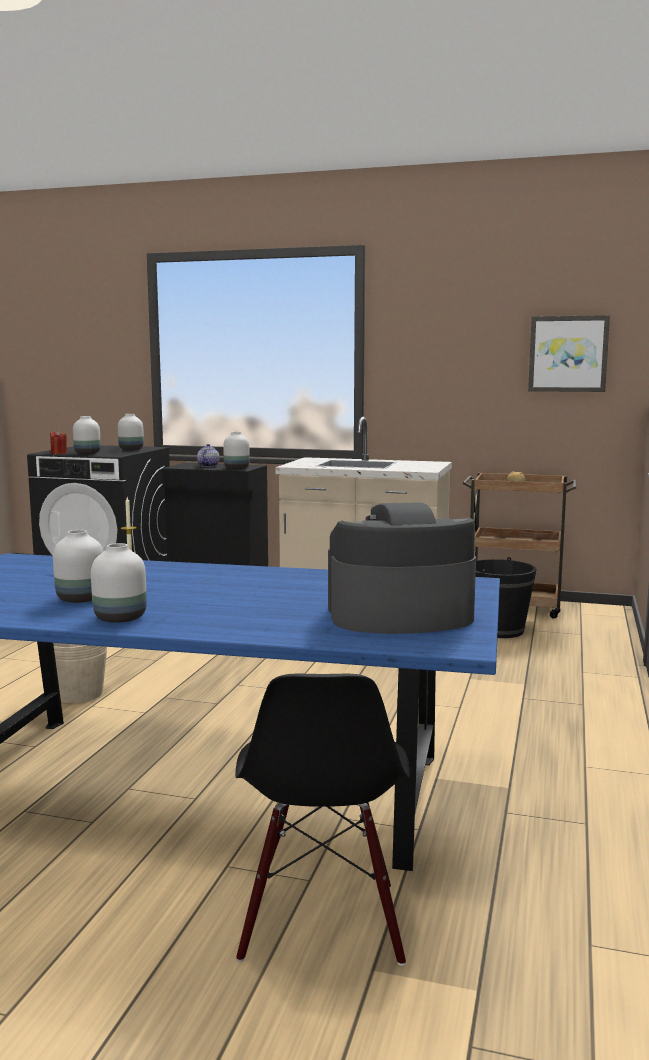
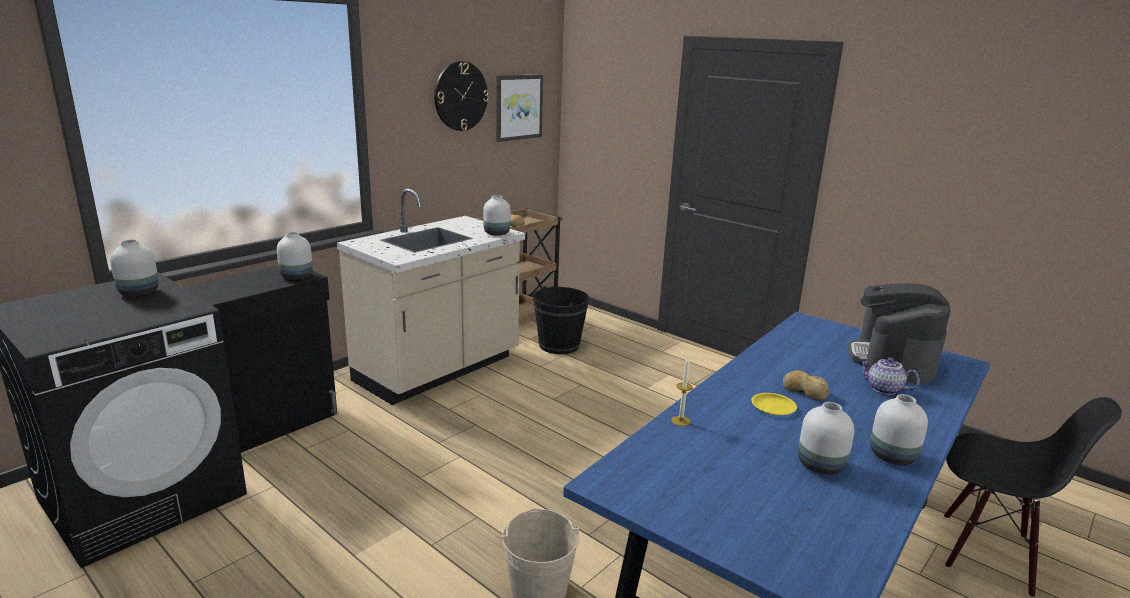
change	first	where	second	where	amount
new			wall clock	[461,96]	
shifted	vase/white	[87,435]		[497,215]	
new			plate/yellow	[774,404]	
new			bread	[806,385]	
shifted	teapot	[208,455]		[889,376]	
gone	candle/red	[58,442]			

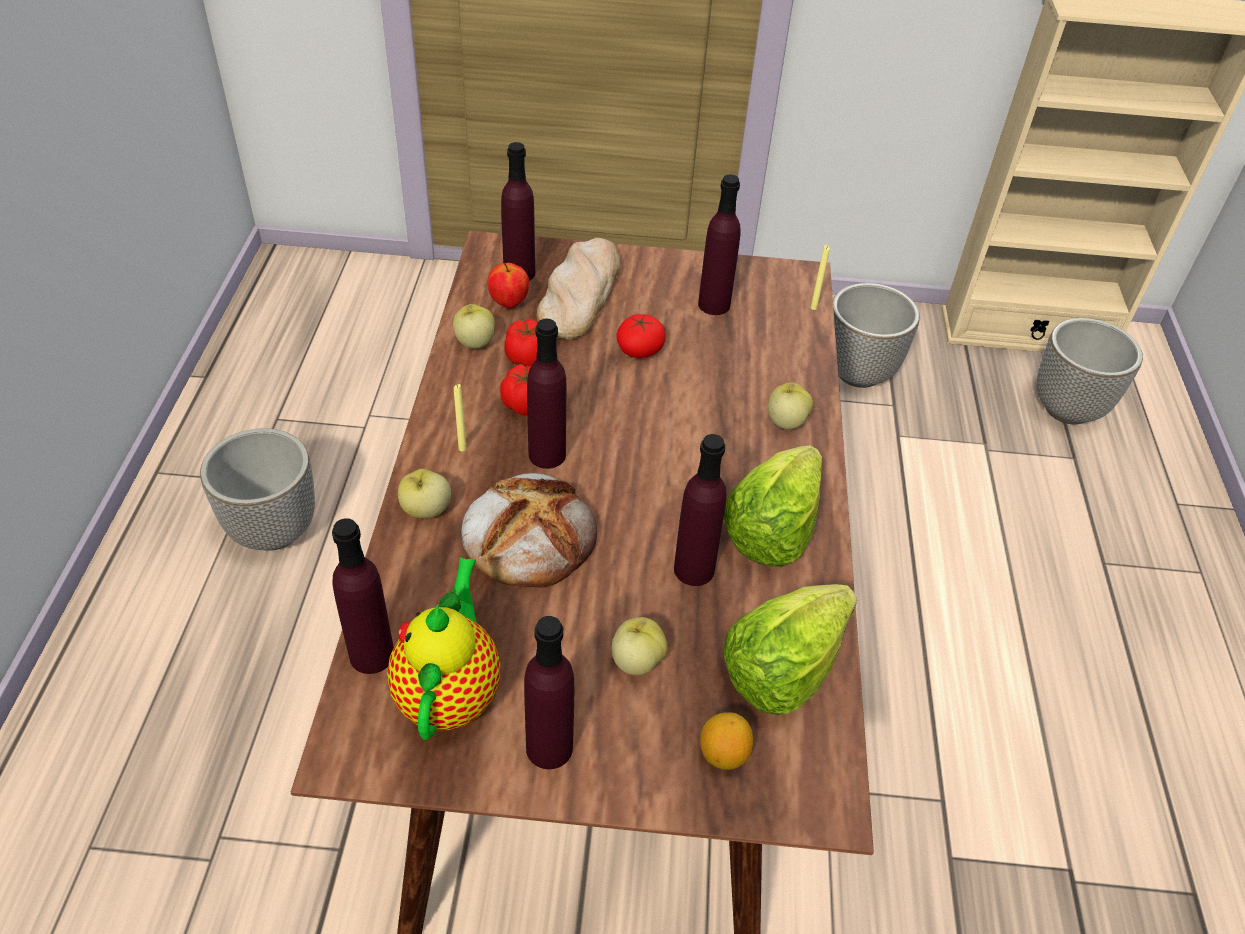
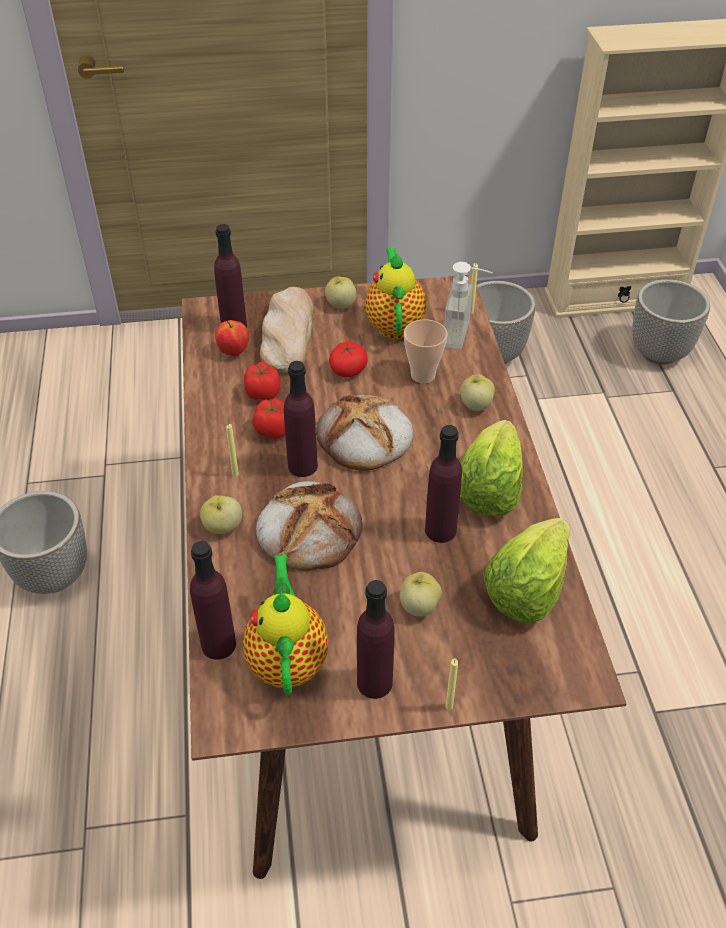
change	first	where	second	where	amount
new			bread	[364,433]	
shifted	apple	[474,326]		[341,292]	
swapped	bottle/purple	[719,245]	teapot	[395,293]	
new			cup	[425,351]	
new			soap dispenser	[468,305]	
new			candle/yellow	[451,684]	
gone	lemon	[726,741]			

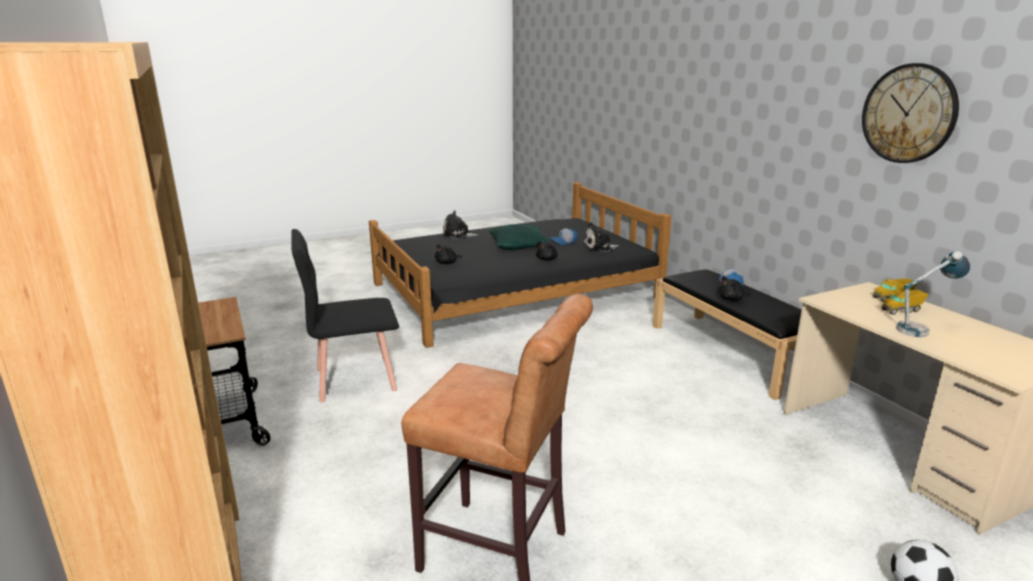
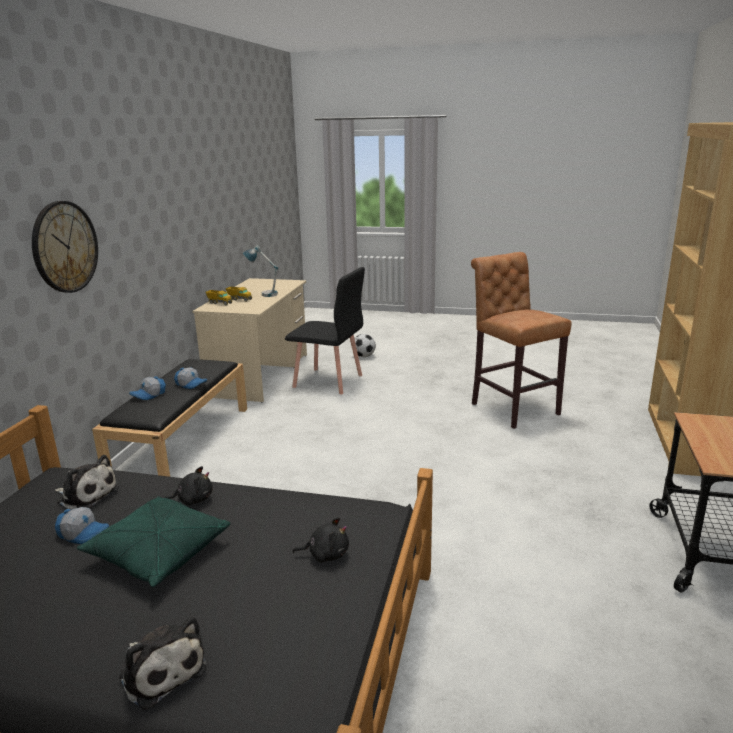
change	first	where	second	where	amount
shifted	wall clock	[910,113]		[65,247]	
swapped	plush toy/black	[734,288]	cap	[190,378]	
shifted	chair/black	[345,316]		[325,331]	

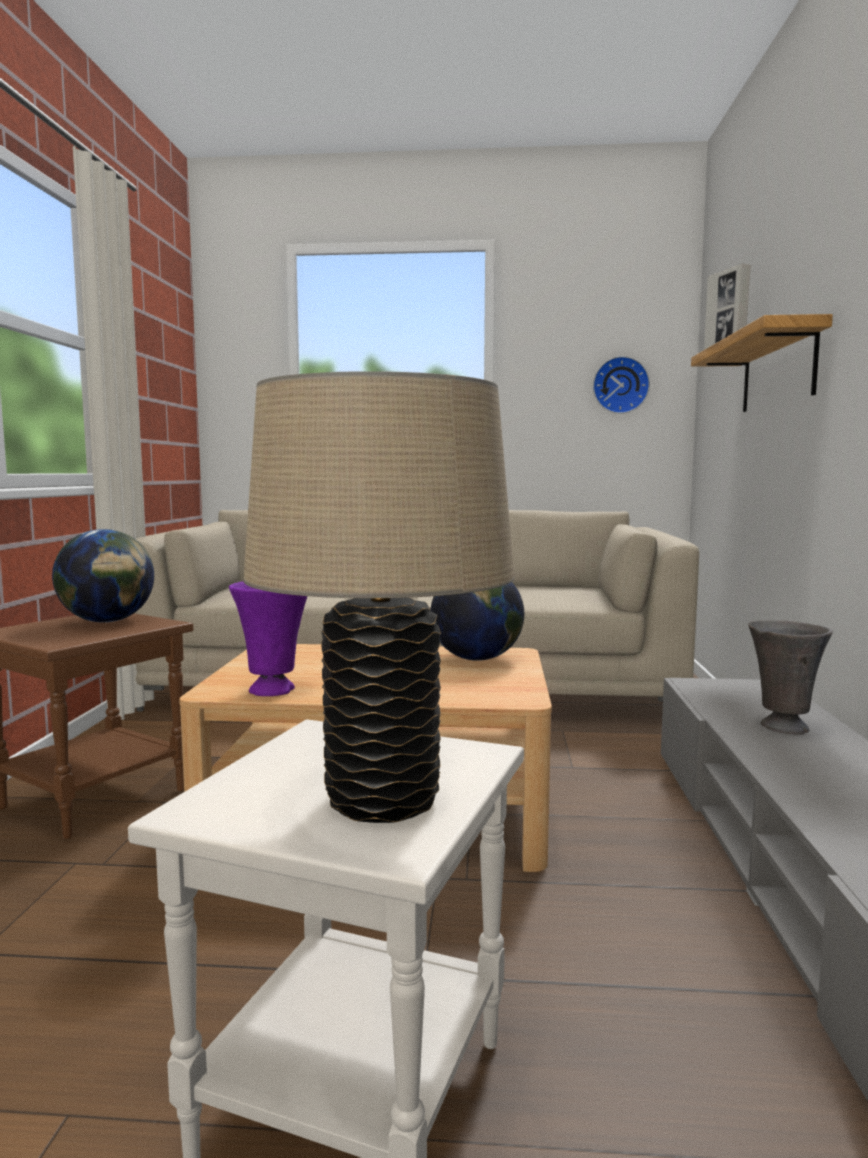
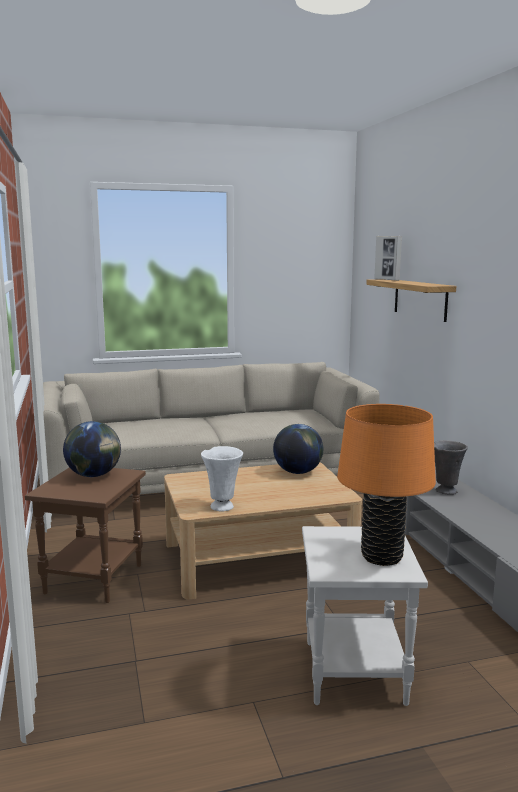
change	first	where	second	where	amount
repainted	vase/purple	[268,638]	vase/white	[222,478]	
repainted	table lamp/beige	[378,597]	table lamp/orange	[386,485]	
gone	wall clock	[621,385]			

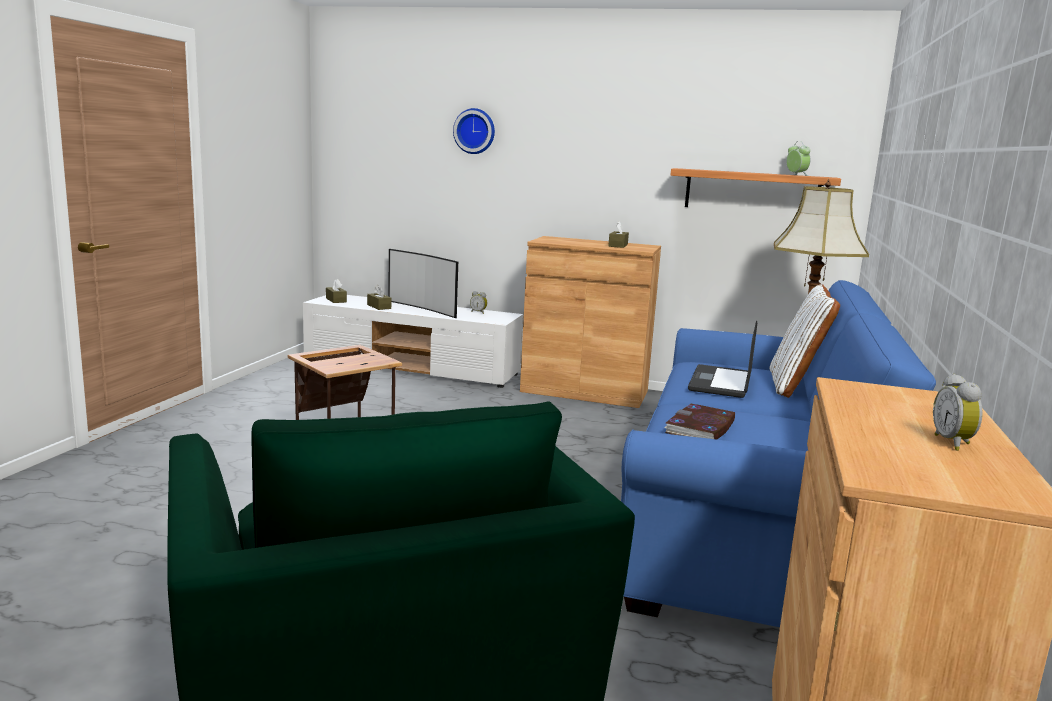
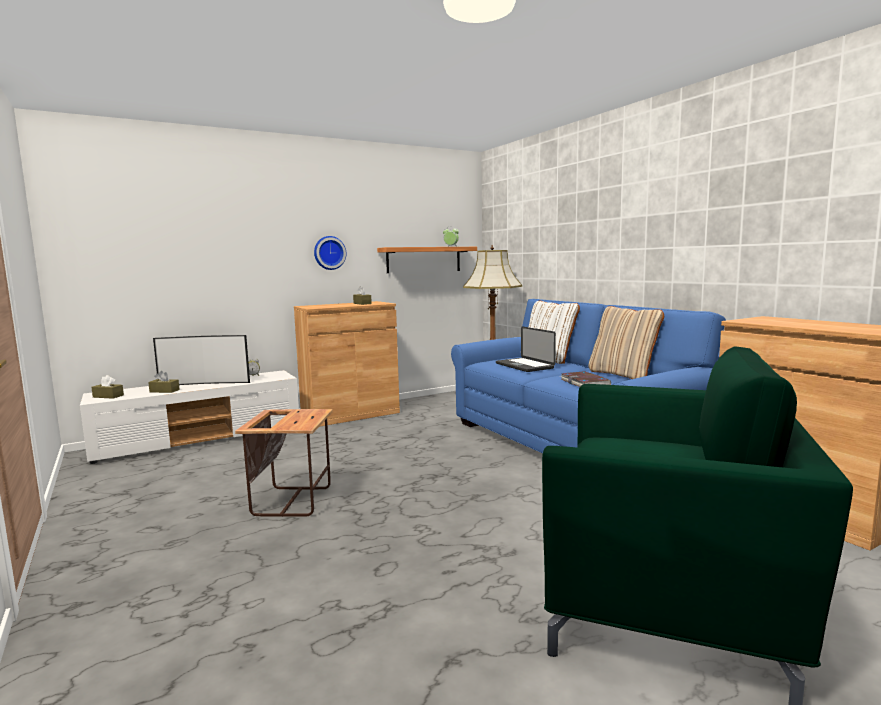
change	first	where	second	where	amount
shifted	wall clock	[474,131]		[330,253]	
new			pillow/beige	[626,342]	
gone	alarm clock	[957,412]			

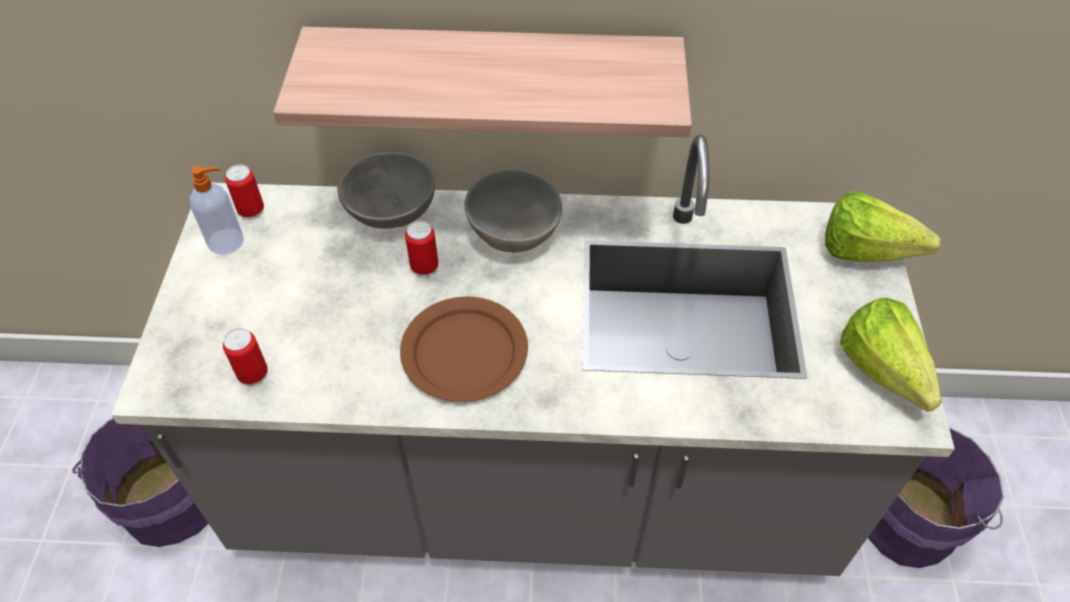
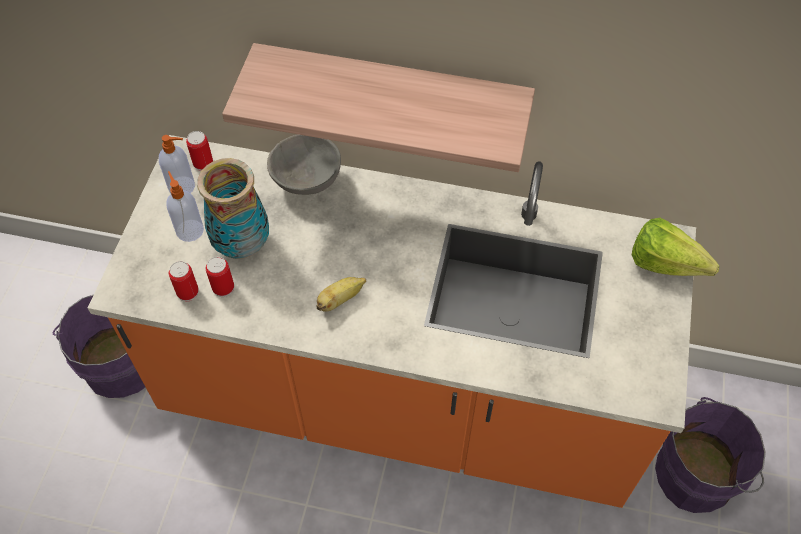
change	first	where	second	where	amount
repainted	counter/grey	[533,355]	counter/orange	[392,321]	
new			soap dispenser	[185,206]	
new			vase	[233,208]	
shifted	can	[421,249]		[220,277]	
swapped	plate/brown	[464,349]	banana	[341,294]	
gone	bowl/grey	[513,211]			
gone	lettuce	[891,355]			

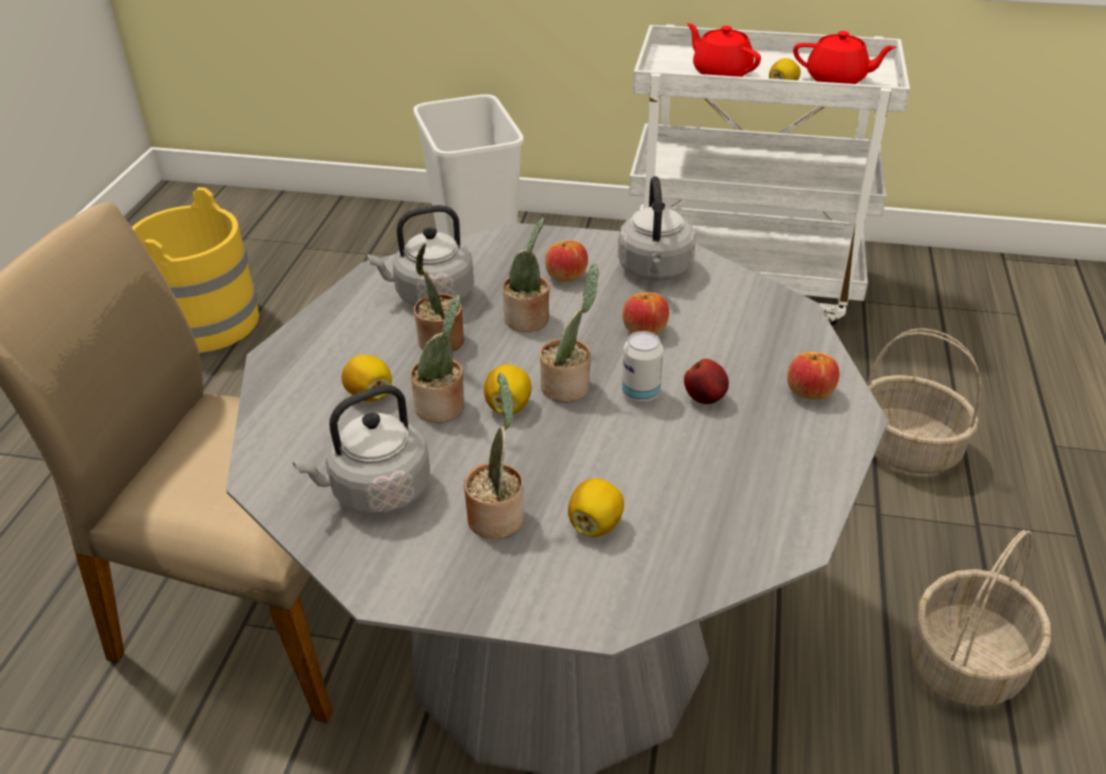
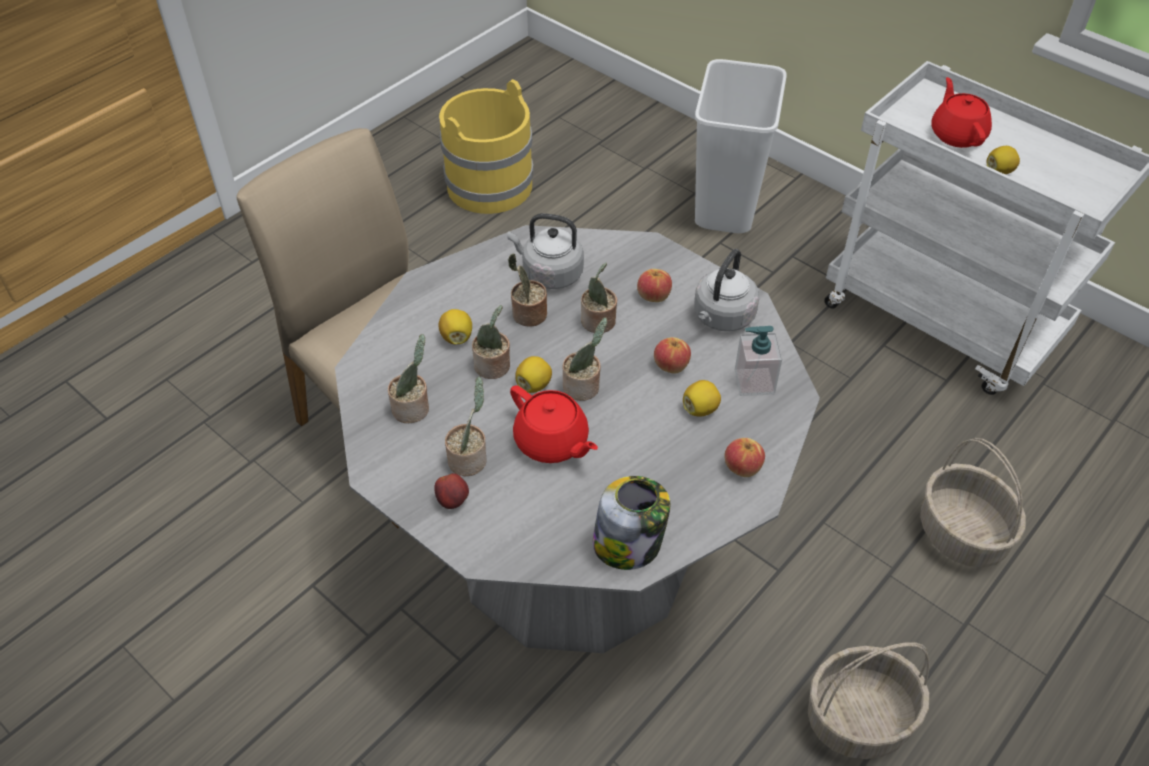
change	first	where	second	where	amount
swapped	kettle/grey	[361,449]	potted plant	[408,378]	
shifted	apple	[706,381]		[451,491]	
shifted	teapot/red	[844,57]		[554,424]	
new			jar	[631,523]	
shifted	lemon	[596,508]		[702,398]	
new			soap dispenser	[758,361]	
gone	can	[642,366]			

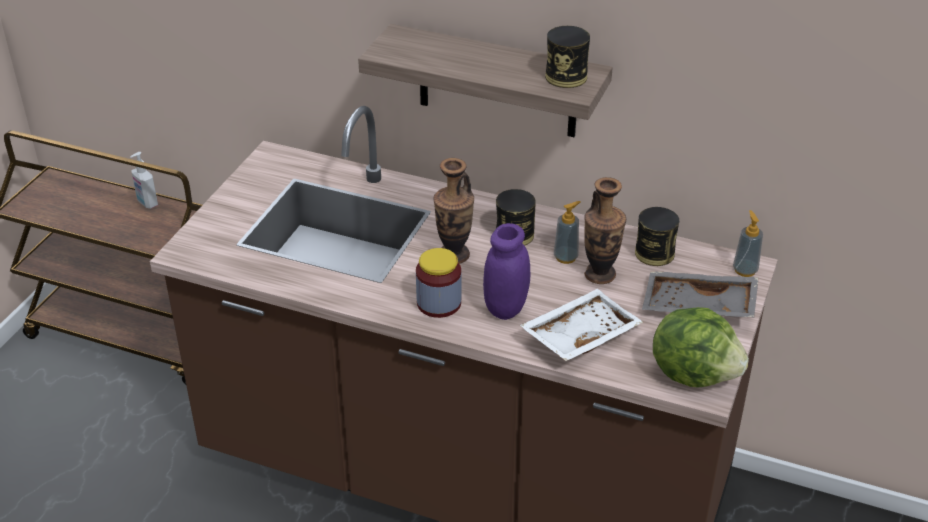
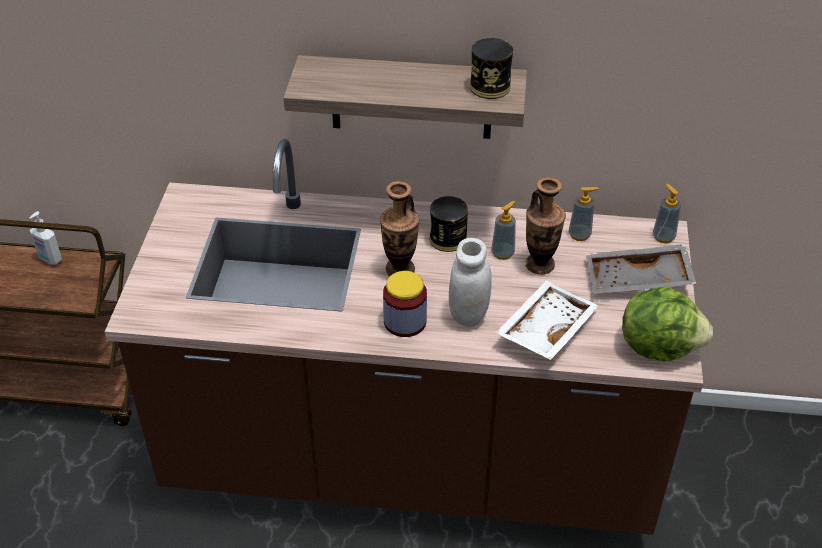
change	first	where	second	where	amount
repainted	jar/purple	[506,271]	jar/white	[470,282]	
swapped	can	[657,236]	soap dispenser	[584,214]	

